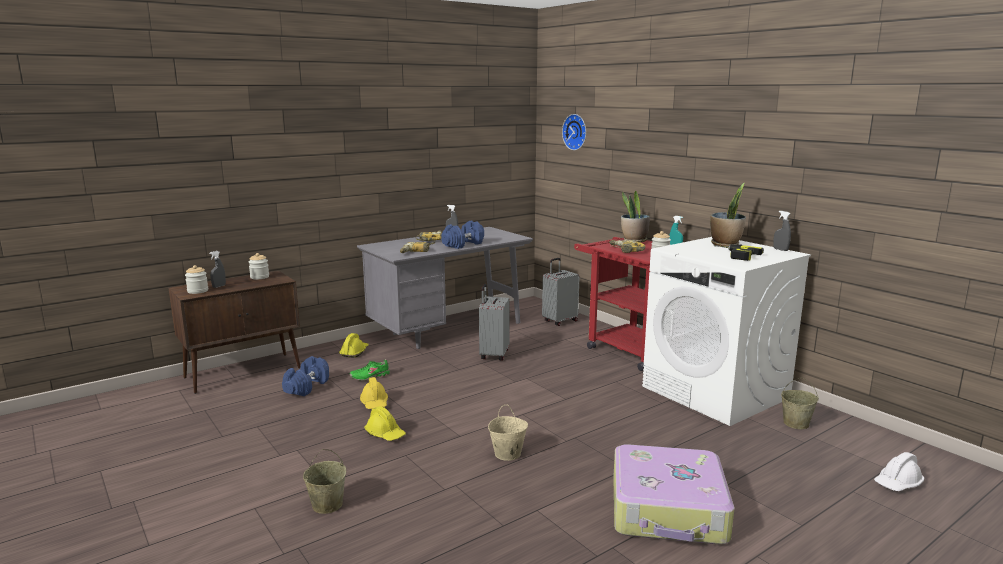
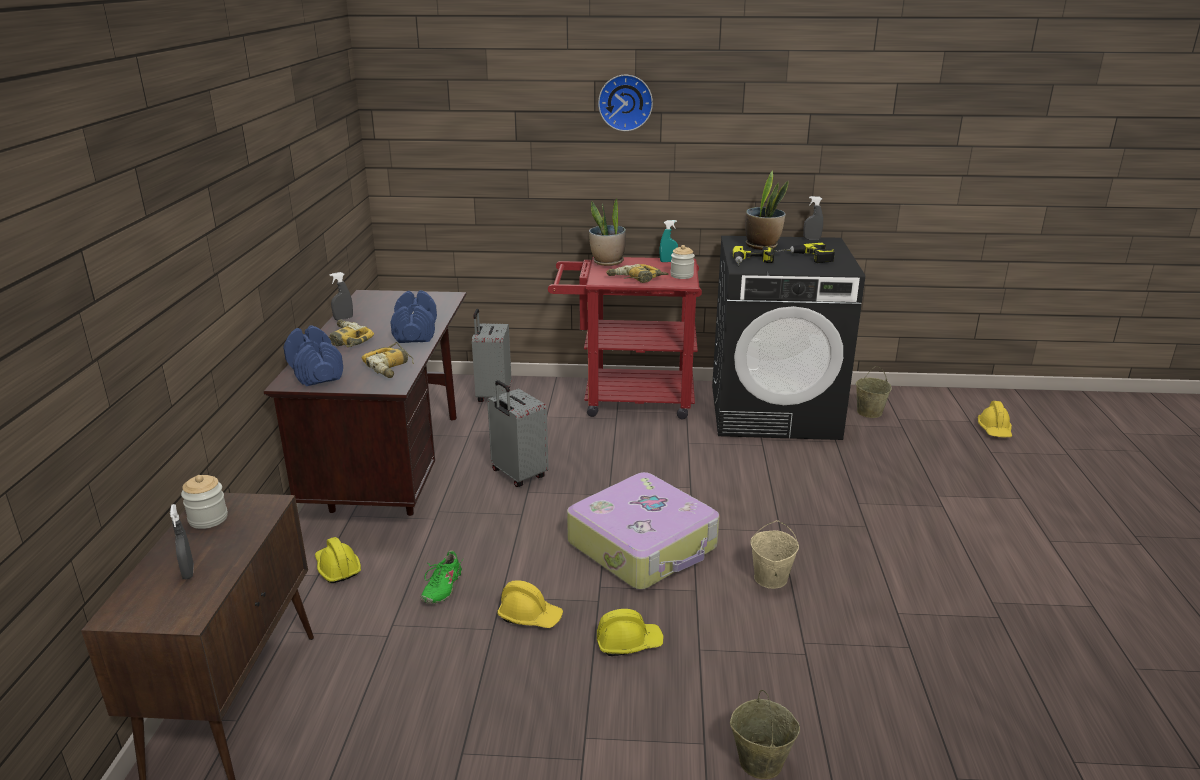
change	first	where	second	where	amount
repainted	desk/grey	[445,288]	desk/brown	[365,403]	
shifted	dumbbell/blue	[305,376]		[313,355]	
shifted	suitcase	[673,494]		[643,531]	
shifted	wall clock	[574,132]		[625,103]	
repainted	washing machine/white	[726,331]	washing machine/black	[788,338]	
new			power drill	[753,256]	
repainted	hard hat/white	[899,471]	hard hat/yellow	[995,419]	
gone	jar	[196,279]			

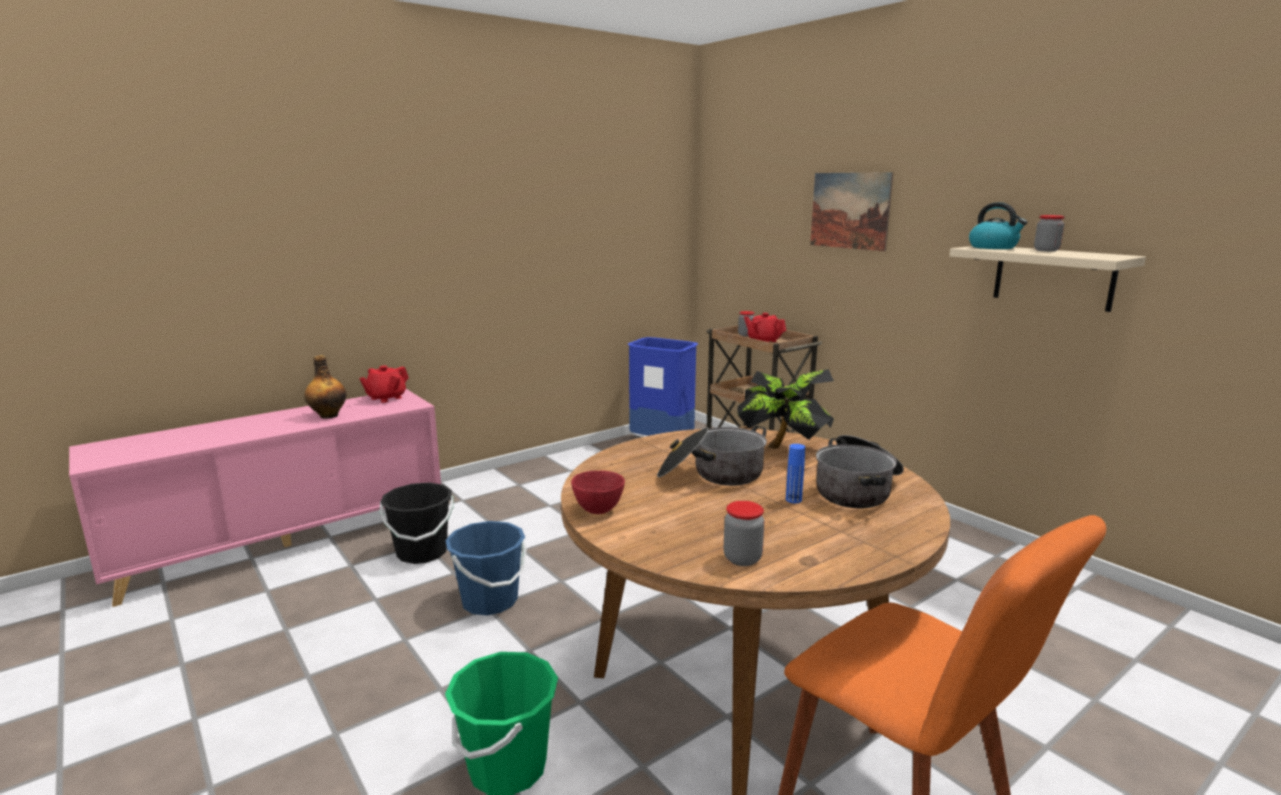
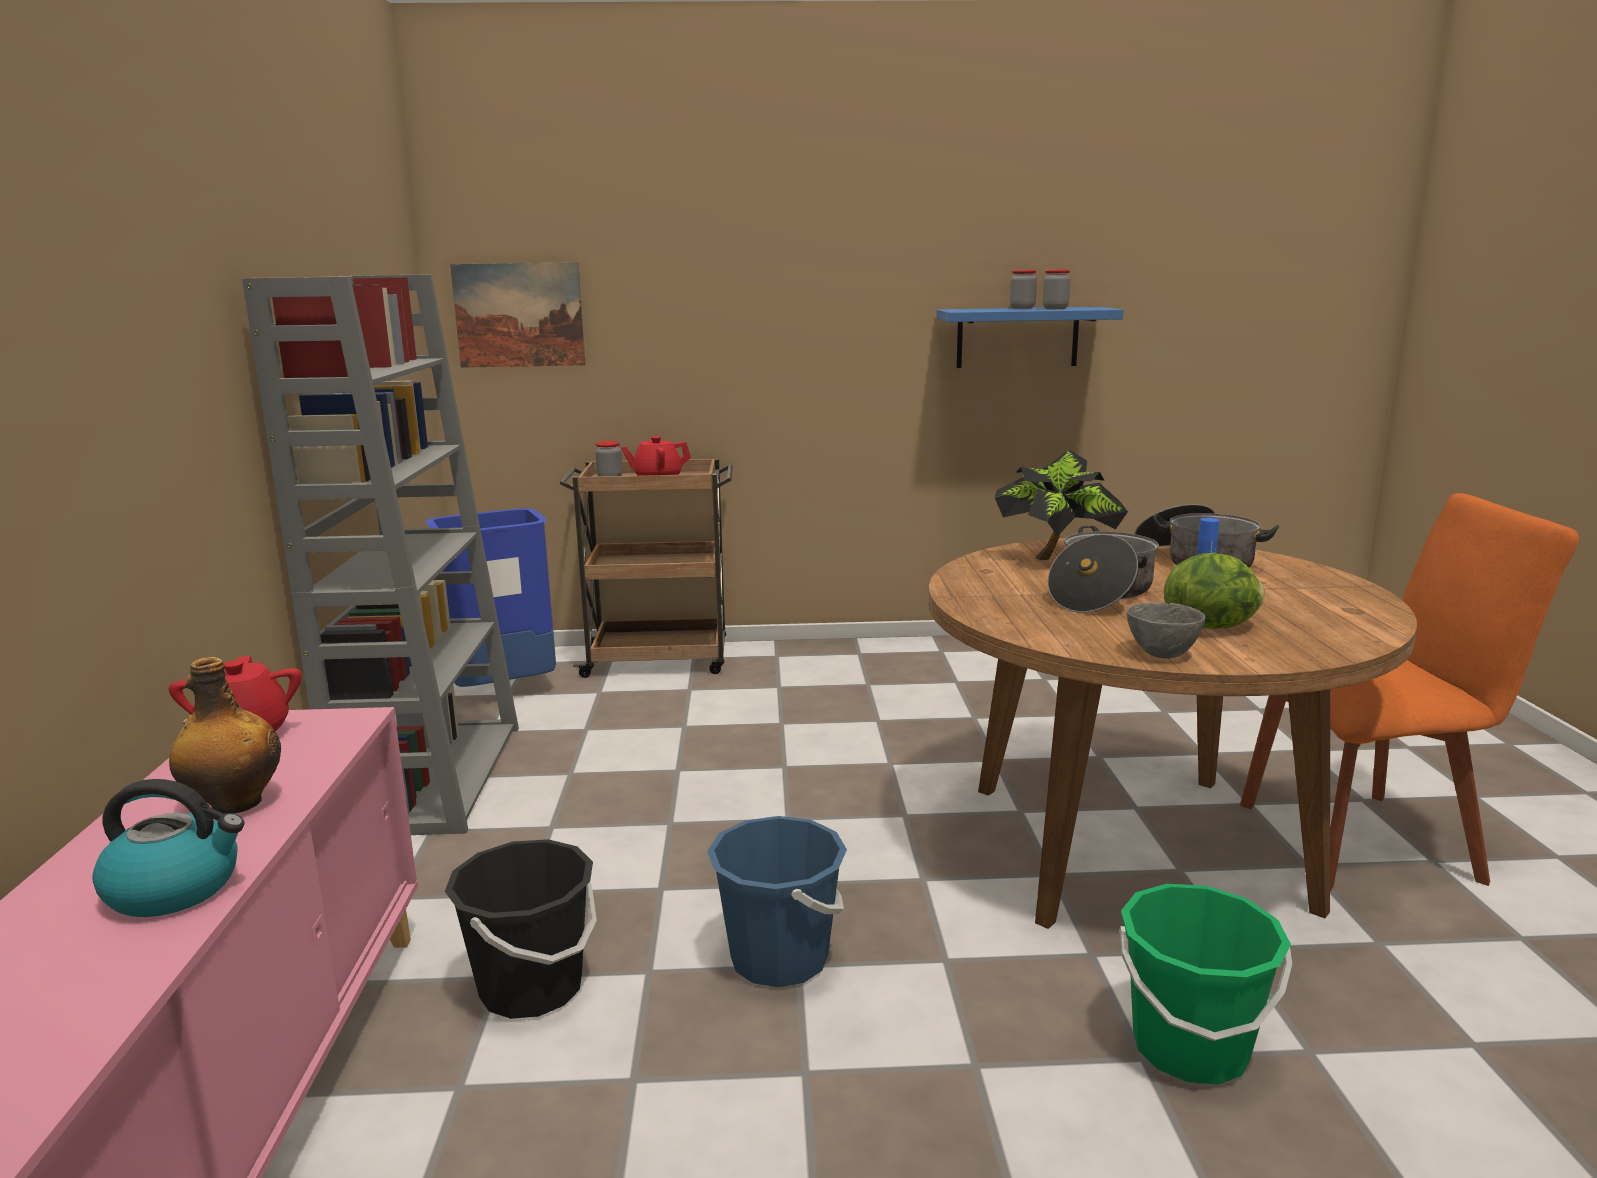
change	first	where	second	where	amount
shifted	kettle	[998,225]		[168,848]	
new			bookcase/grey	[380,554]	
shifted	picture	[851,211]		[518,315]	
repainted	shelf/beige	[1047,279]	shelf/blue	[1030,337]	
shifted	jar	[744,533]		[1056,289]	
repainted	bowl/red	[598,492]	bowl/grey	[1166,631]	
new			lettuce	[1214,591]	

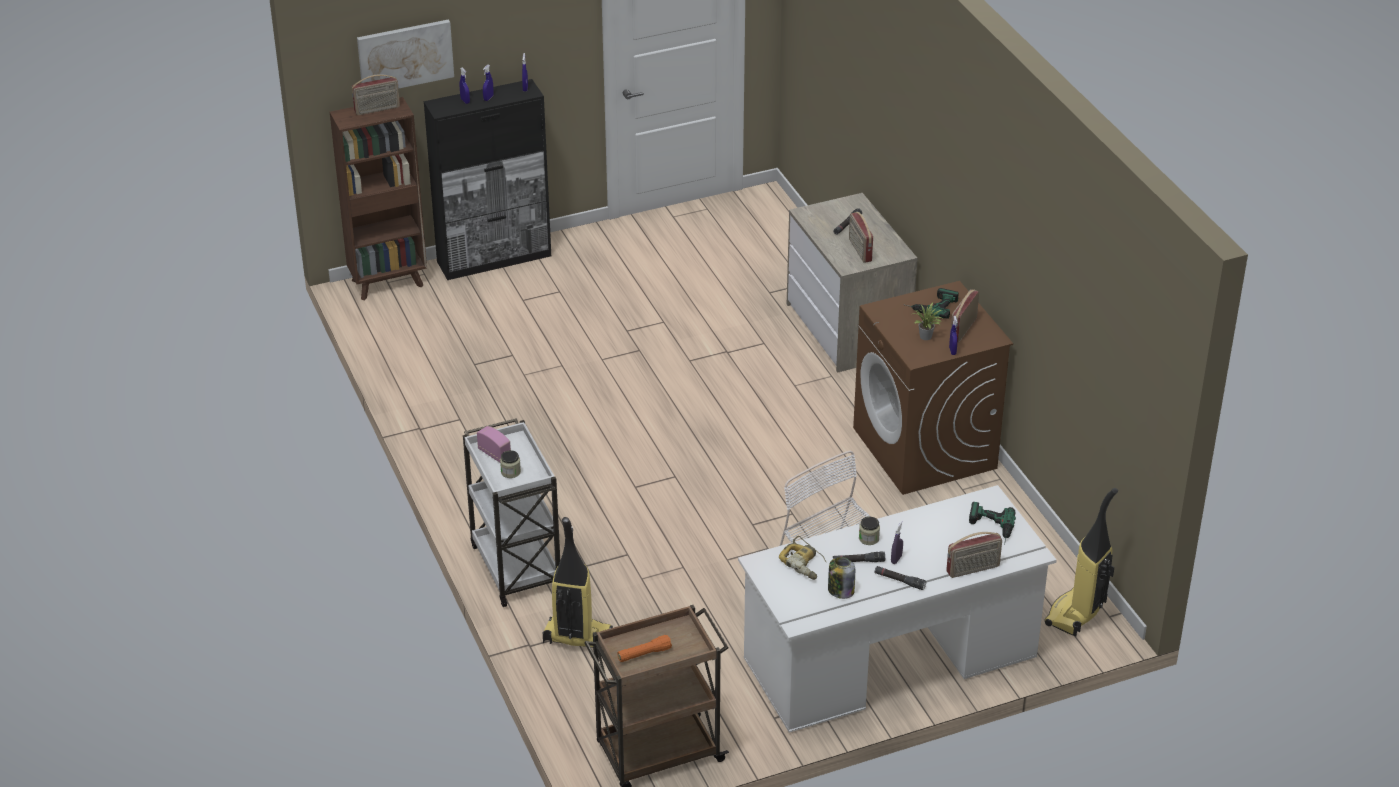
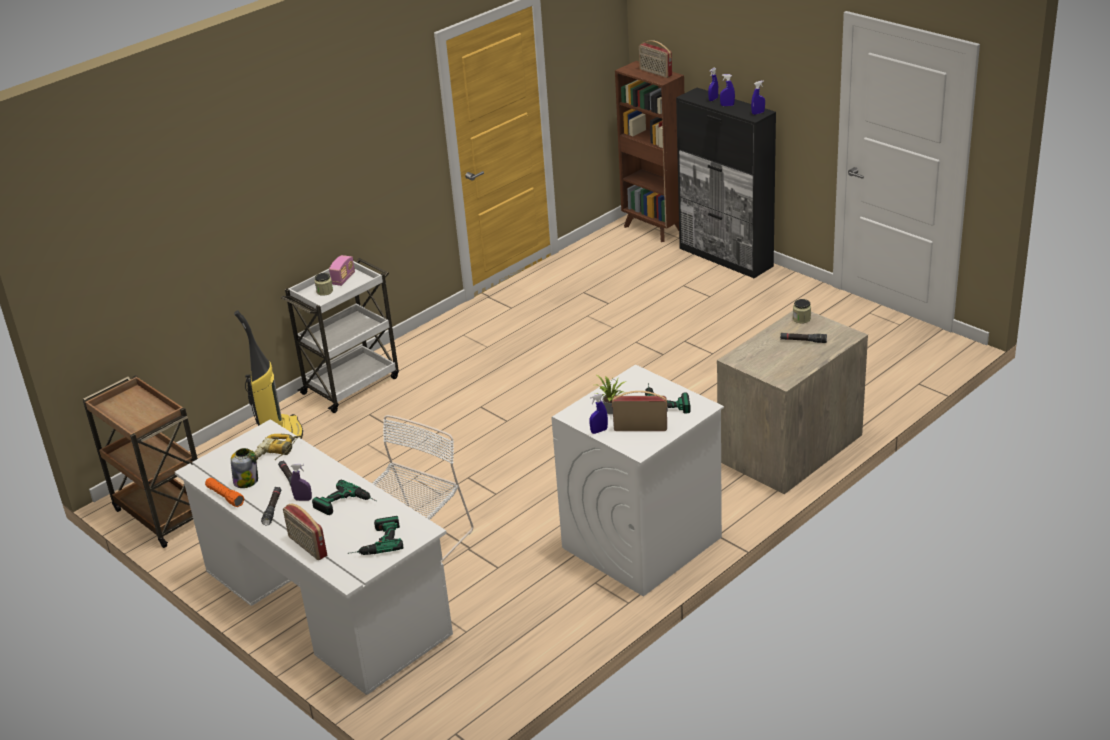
change	first	where	second	where	amount
shifted	flashlight/orange	[644,648]		[224,492]	
new			power drill	[344,497]	
repainted	washing machine/brown	[933,388]	washing machine/white	[638,481]	
shifted	jar	[869,531]		[802,311]	
gone	picture	[405,53]			
gone	radio	[861,237]			
gone	vacuum cleaner	[1081,562]			

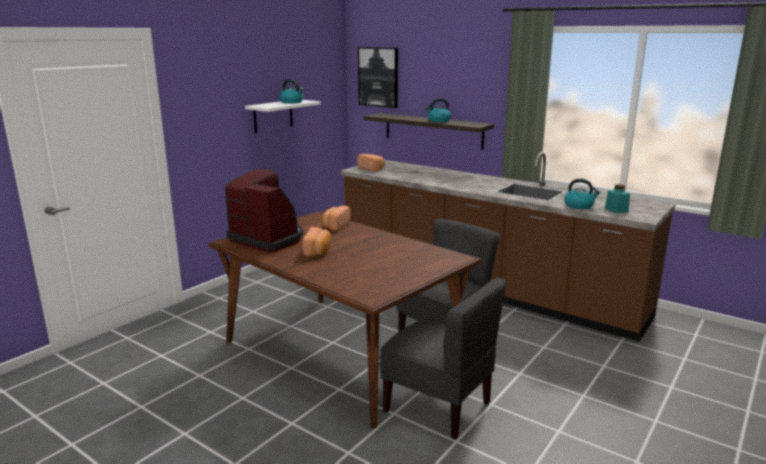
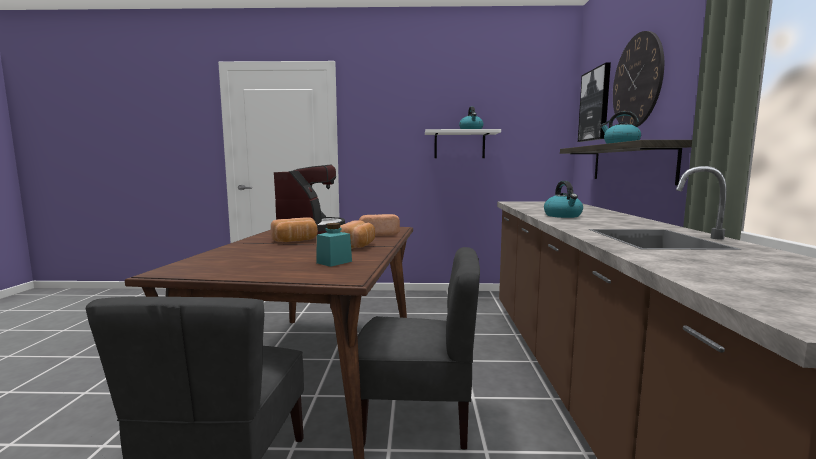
change	first	where	second	where	amount
shifted	jar/turquoise	[617,198]		[334,245]	
shifted	bread	[371,163]		[357,234]	
shifted	kettle	[582,193]		[563,199]	
new			wall clock	[638,79]	

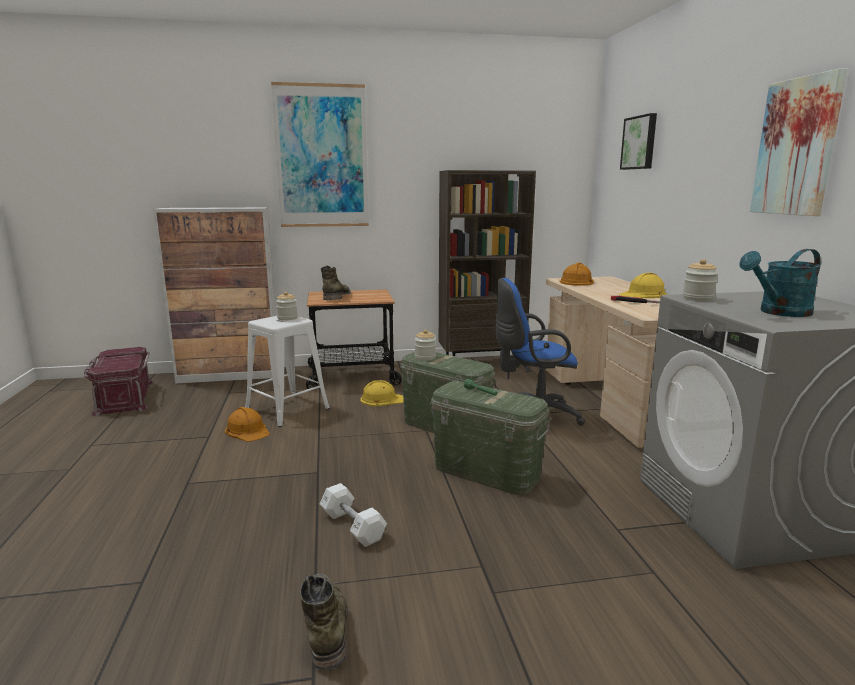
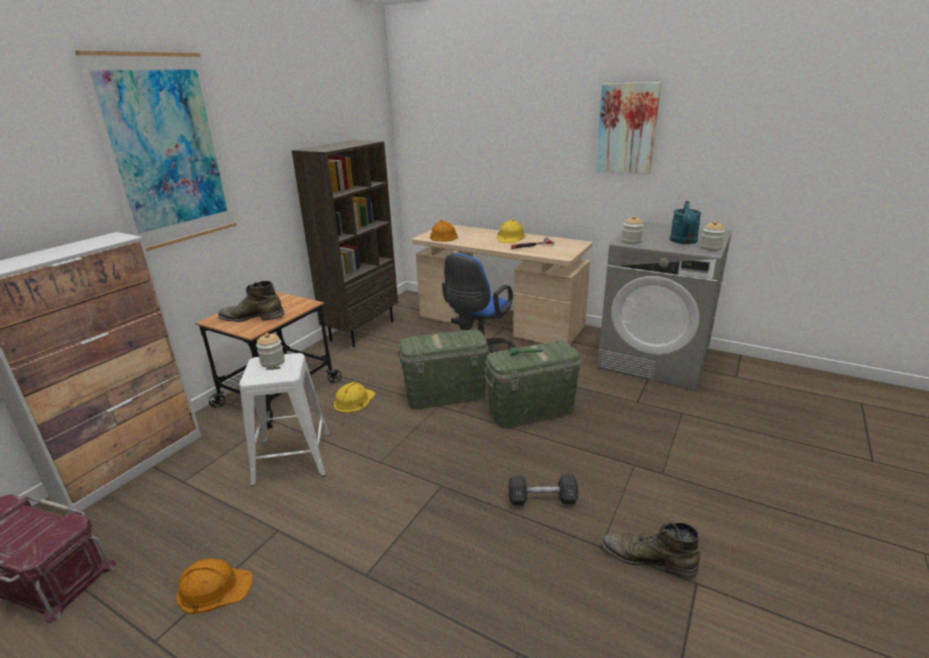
change	first	where	second	where	amount
shifted	hard hat/orange	[247,424]		[214,586]	
rotated	boot/green	[336,282]		[251,301]	45 degrees counterclockwise
repainted	dumbbell/white	[353,515]	dumbbell/black	[543,490]	
shifted	jar	[425,345]		[712,236]	
gone	picture	[638,141]			

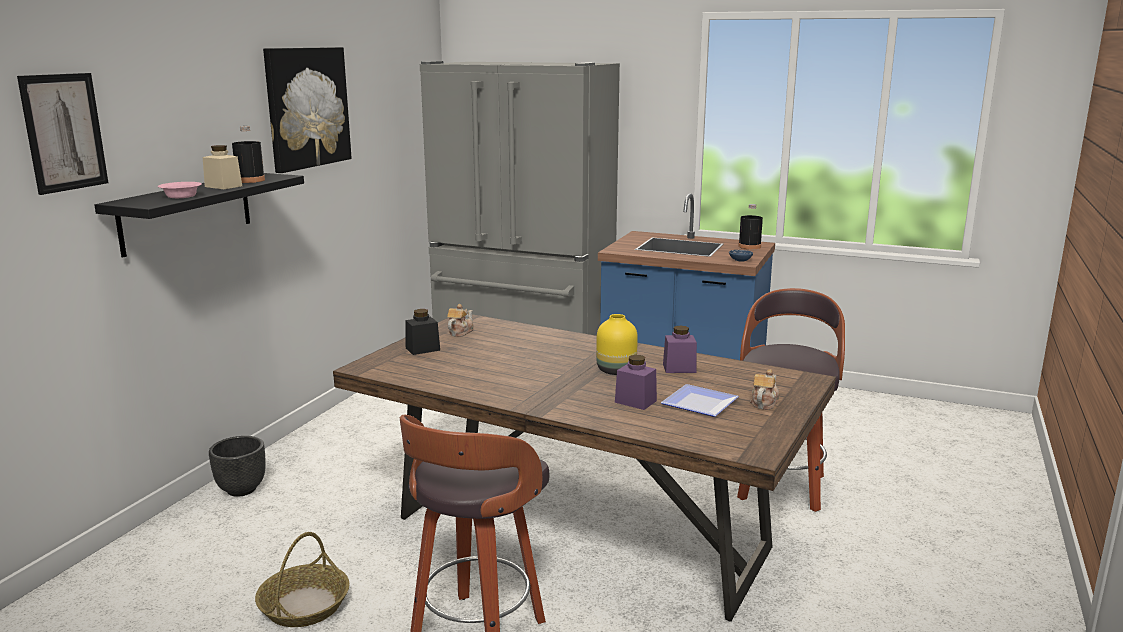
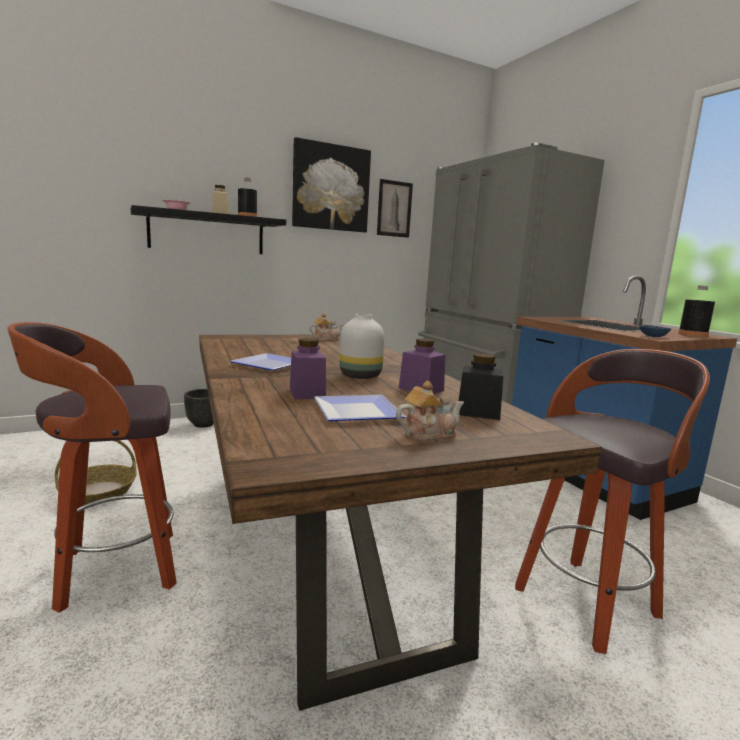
change	first	where	second	where	amount
new			plate	[260,361]	
repainted	vase/yellow	[617,344]	vase/white	[362,346]	
shifted	picture	[62,134]		[395,208]	
shifted	jar/black	[422,332]		[481,386]	

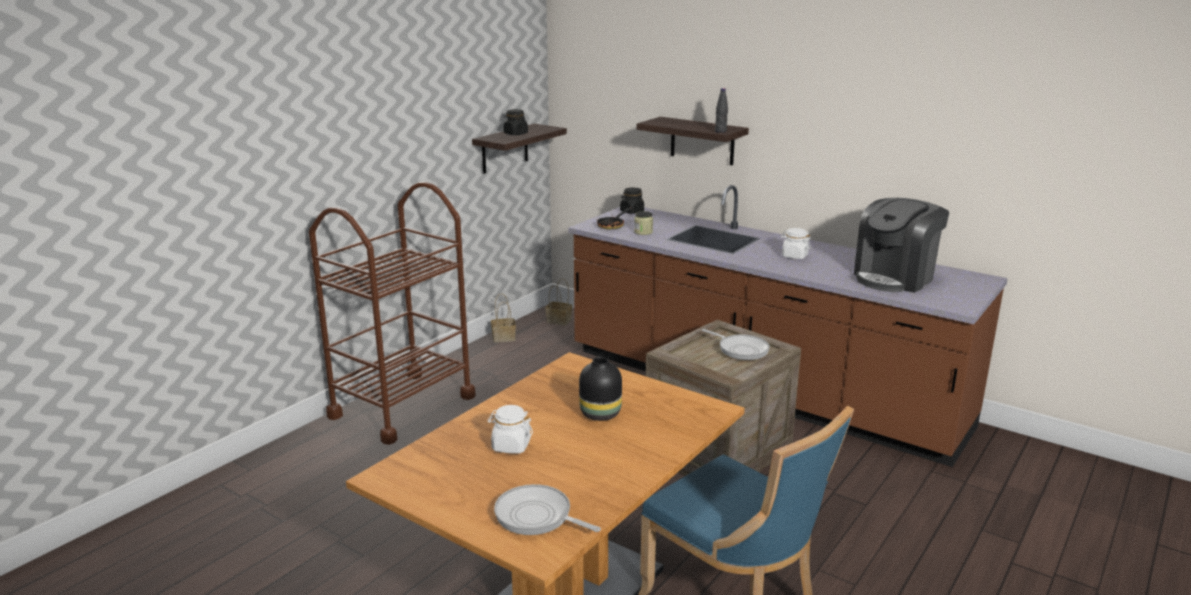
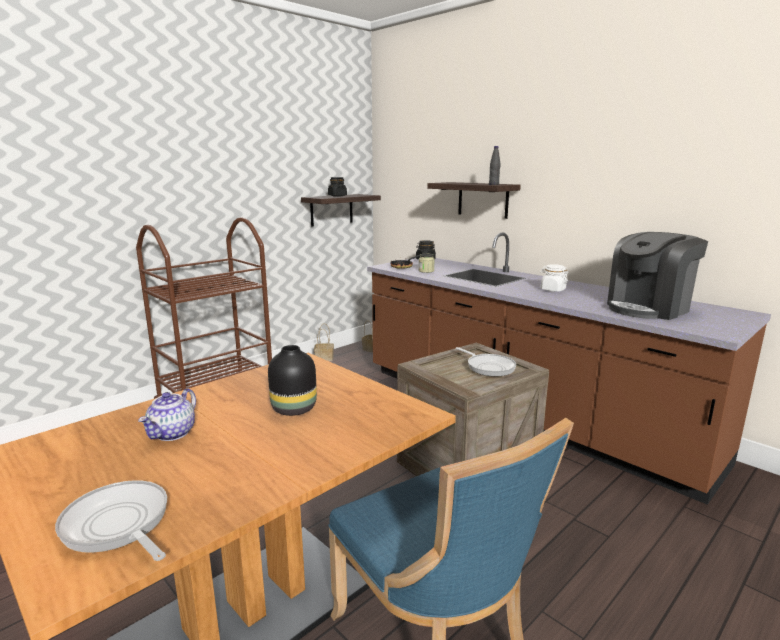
change	first	where	second	where	amount
swapped	jar/white	[510,429]	teapot	[167,414]	

